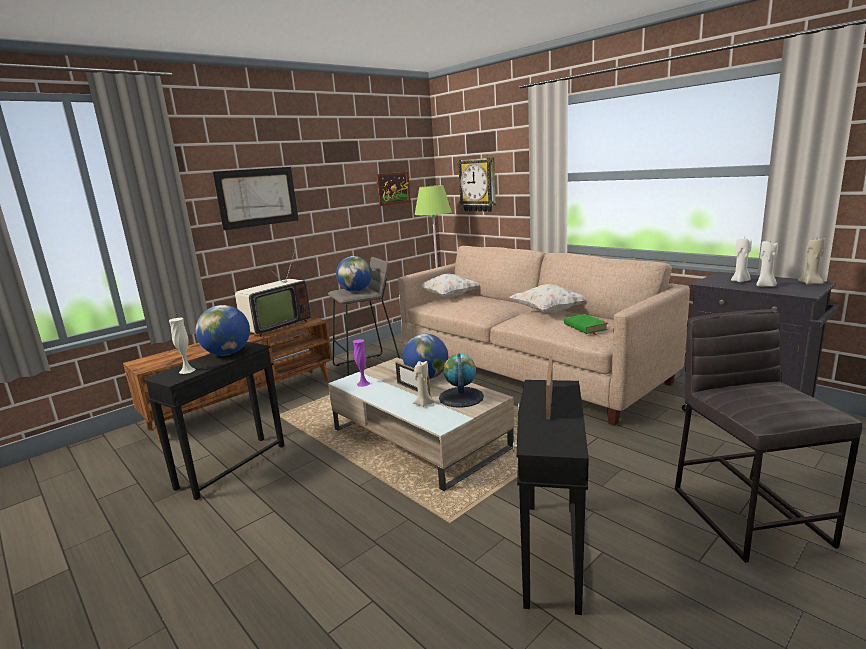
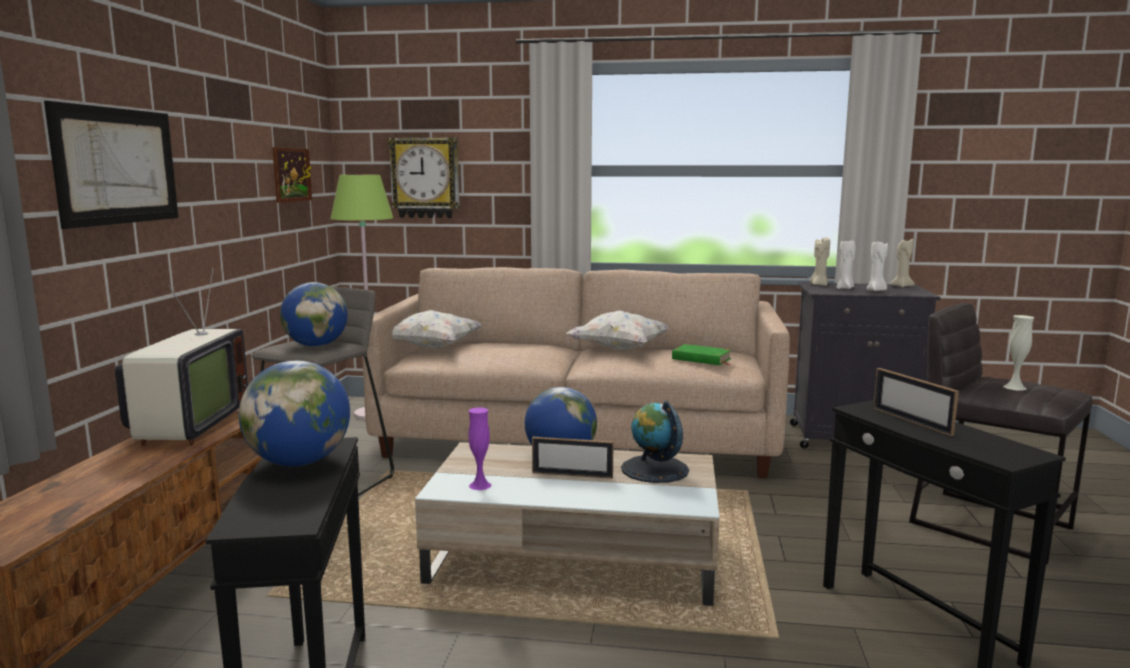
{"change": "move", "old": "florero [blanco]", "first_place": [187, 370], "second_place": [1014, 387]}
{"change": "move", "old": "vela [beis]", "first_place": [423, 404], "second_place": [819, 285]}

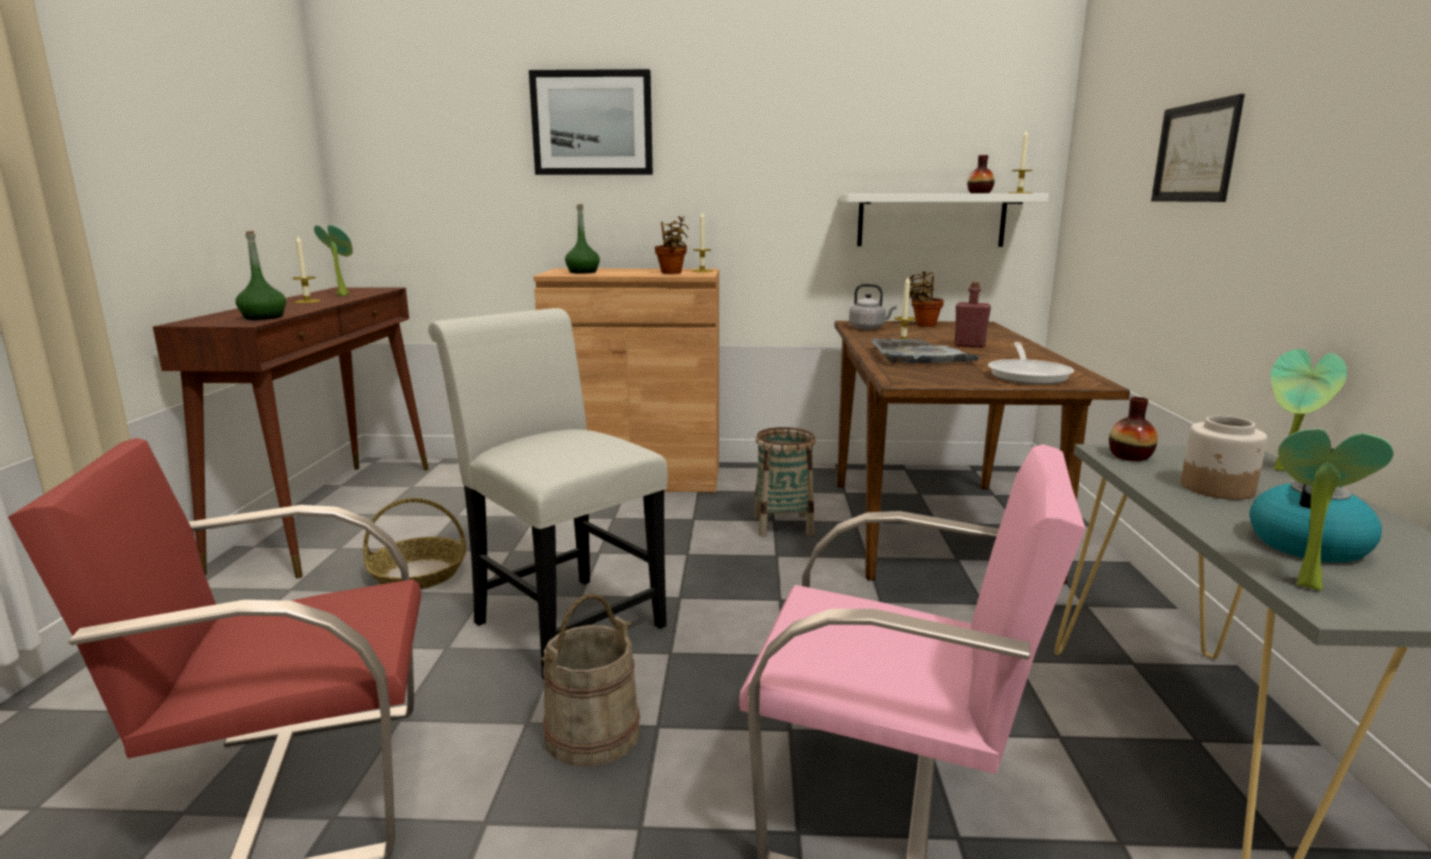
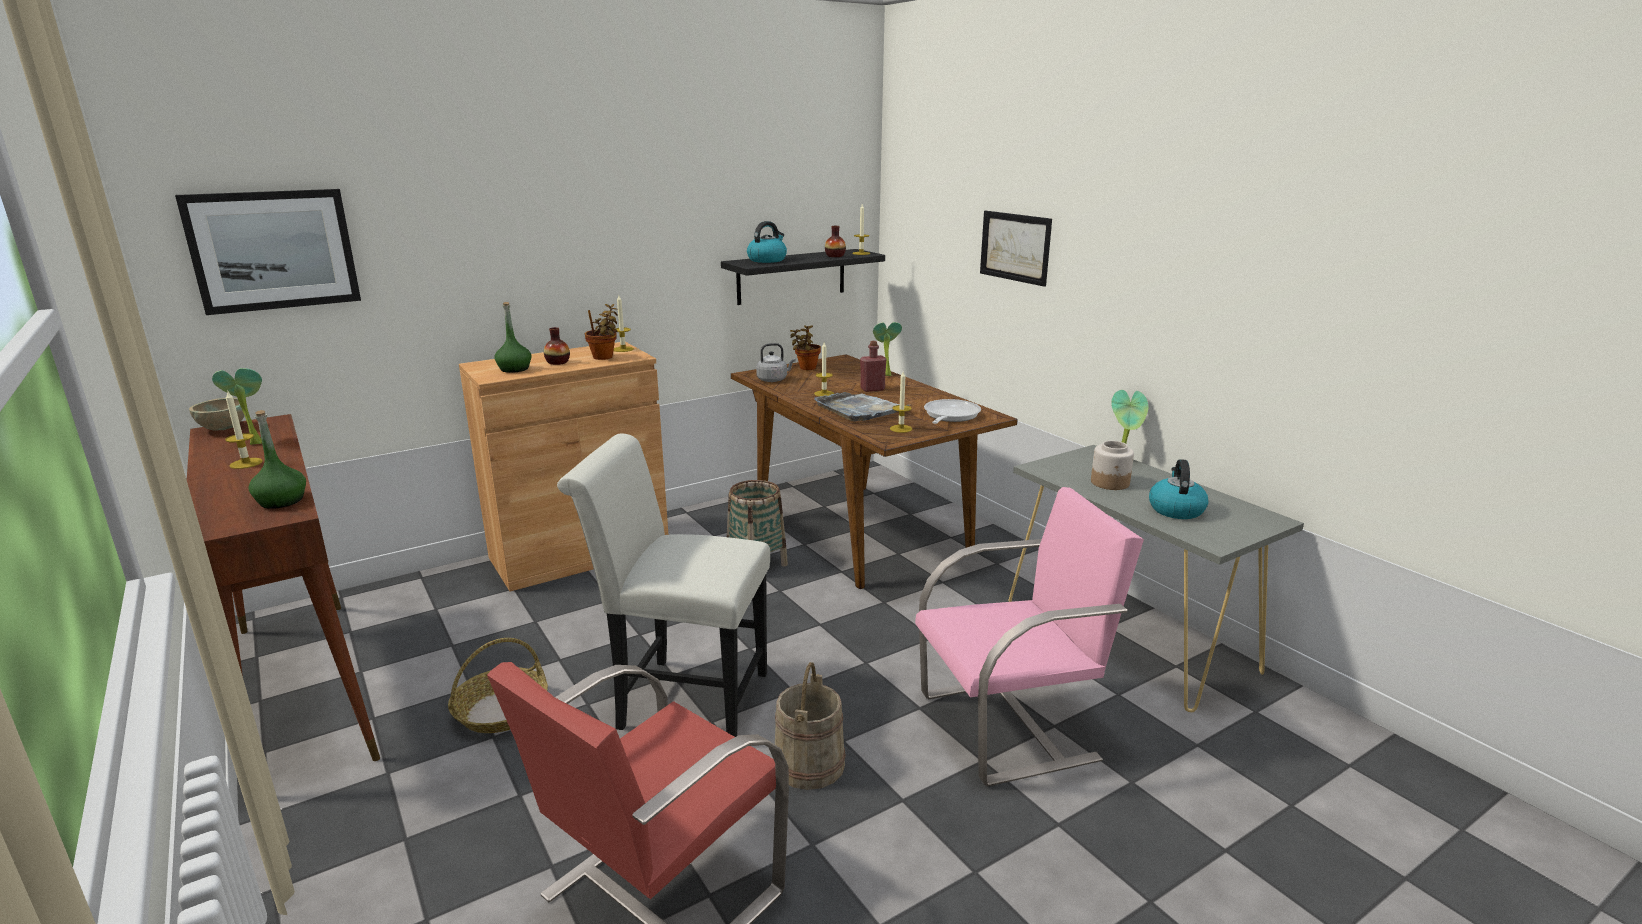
{"change": "move", "old": "cuadro", "first_place": [592, 123], "second_place": [273, 250]}
{"change": "recolor", "old": "estante [blanco]", "new": "estante [negro]", "first_place": [931, 220], "second_place": [791, 276]}
{"change": "rotate", "old": "sartén", "first_place": [1028, 375], "second_place": [949, 416], "degrees": -135}
{"change": "move", "old": "florero", "first_place": [1130, 456], "second_place": [558, 362]}
{"change": "move", "old": "planta en maceta", "first_place": [1301, 582], "second_place": [885, 375]}
{"change": "insert", "new": "hervidor", "second_place": [767, 260]}
{"change": "insert", "new": "vela", "second_place": [901, 429]}
{"change": "insert", "new": "cuenco [beis]", "second_place": [223, 429]}

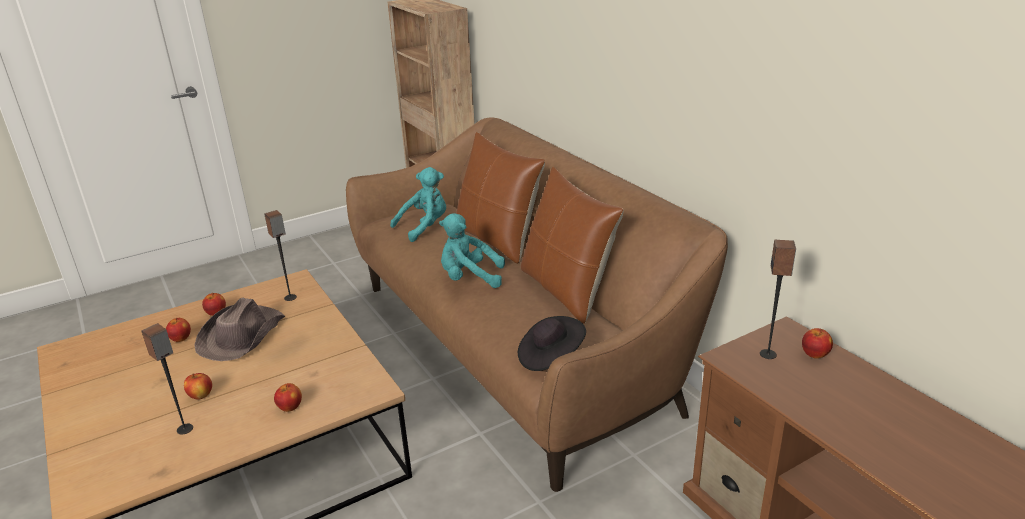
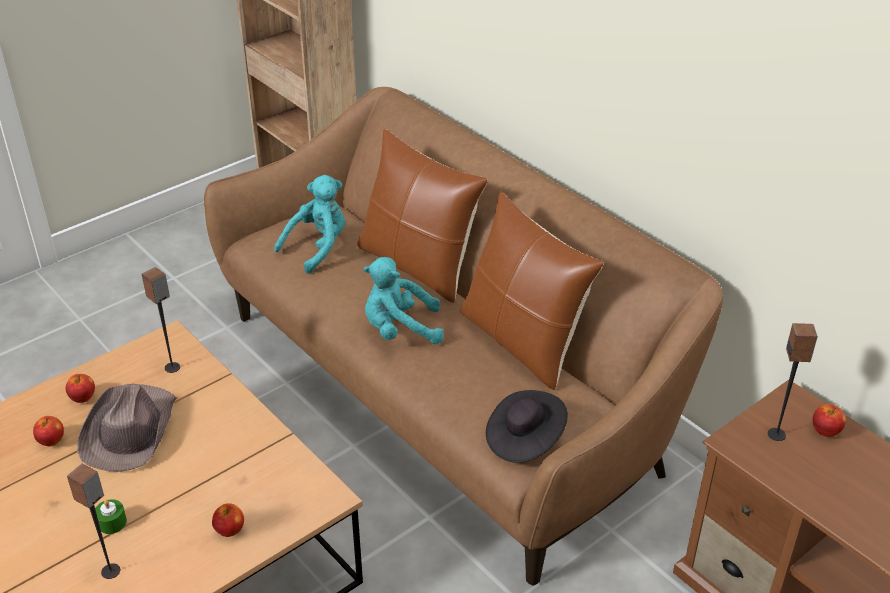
{"change": "replace", "old": "manzana", "new": "vela [verde]", "first_place": [201, 395], "second_place": [112, 522]}

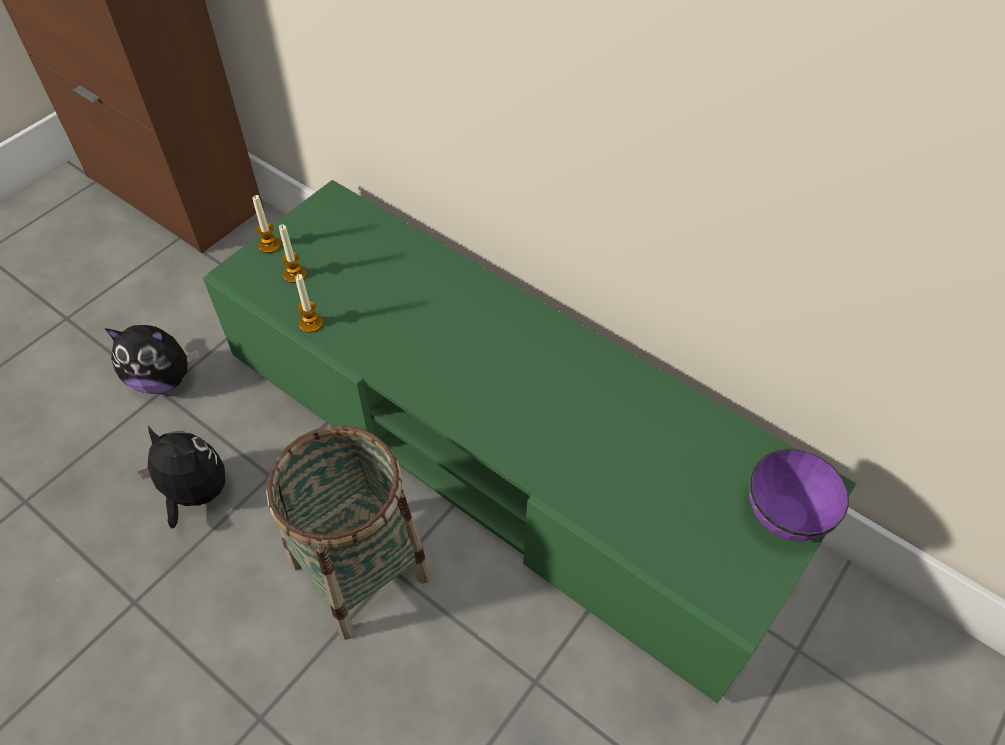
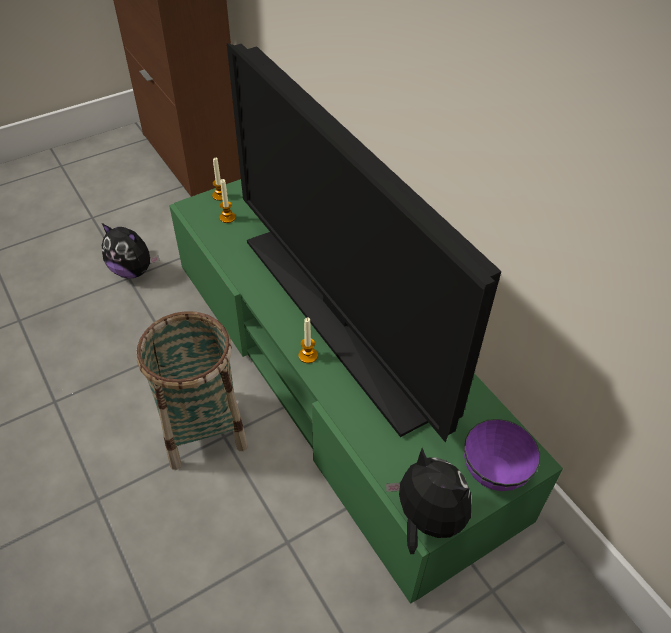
{"change": "move", "old": "vela", "first_place": [311, 323], "second_place": [308, 355]}
{"change": "move", "old": "peluche", "first_place": [194, 494], "second_place": [426, 520]}
{"change": "insert", "new": "televisor", "second_place": [339, 320]}

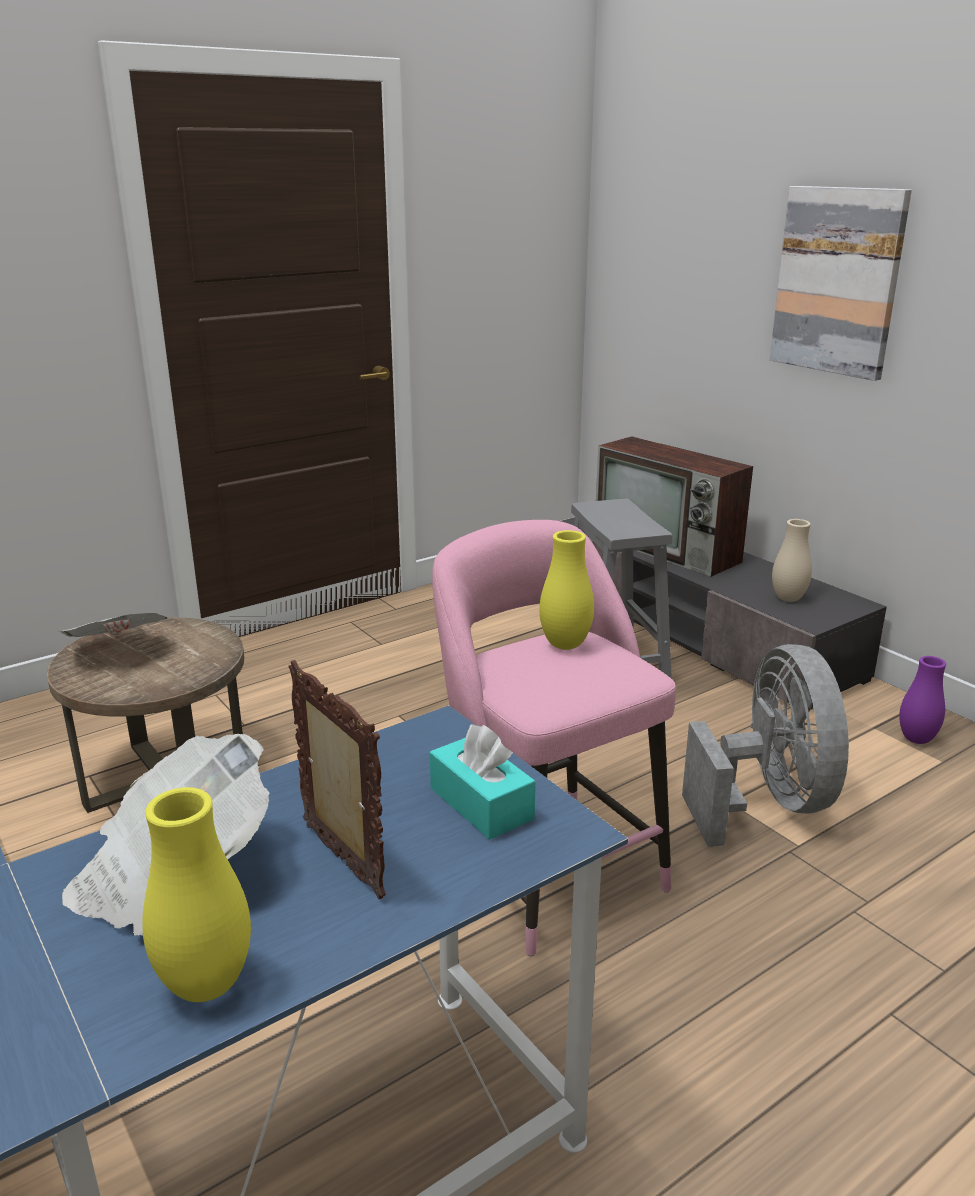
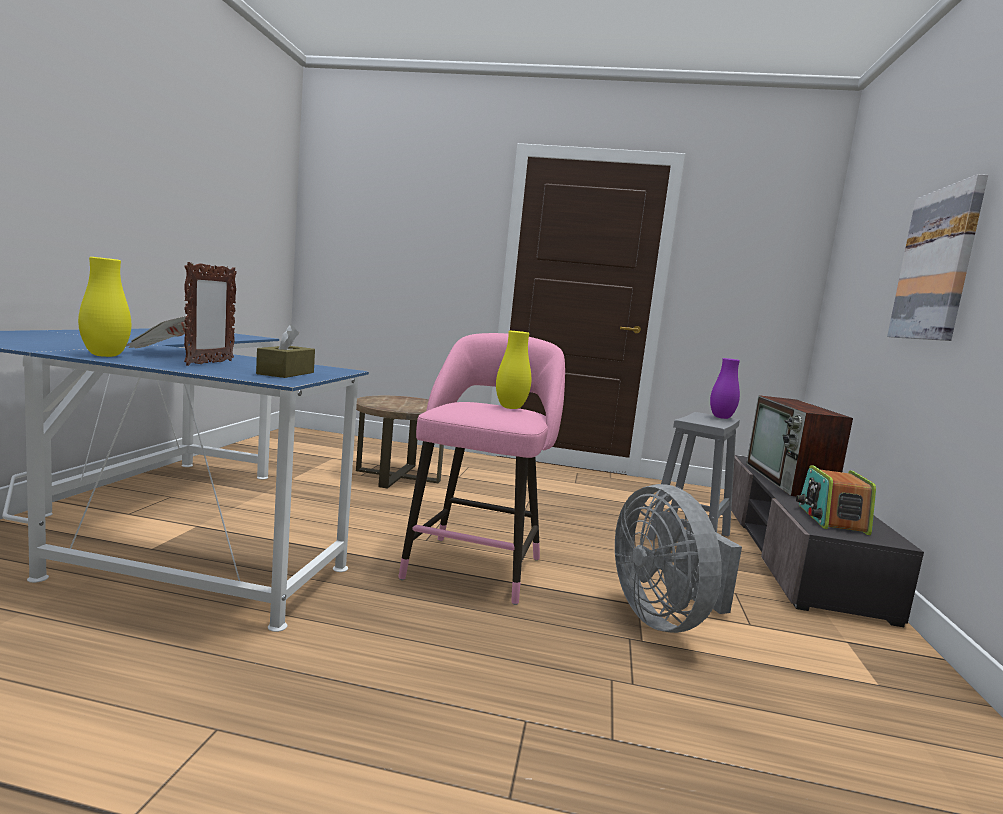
{"change": "replace", "old": "florero [beis]", "new": "radio", "first_place": [788, 599], "second_place": [831, 519]}
{"change": "delete", "old": "periódico", "first_place": [119, 650]}
{"change": "rotate", "old": "ventilador [gris]", "first_place": [767, 802], "second_place": [664, 618], "degrees": 120}
{"change": "move", "old": "florero [morado]", "first_place": [916, 739], "second_place": [721, 417]}
{"change": "recolor", "old": "caja de pañuelos [turquesa]", "new": "caja de pañuelos [marrón]", "first_place": [481, 803], "second_place": [286, 373]}

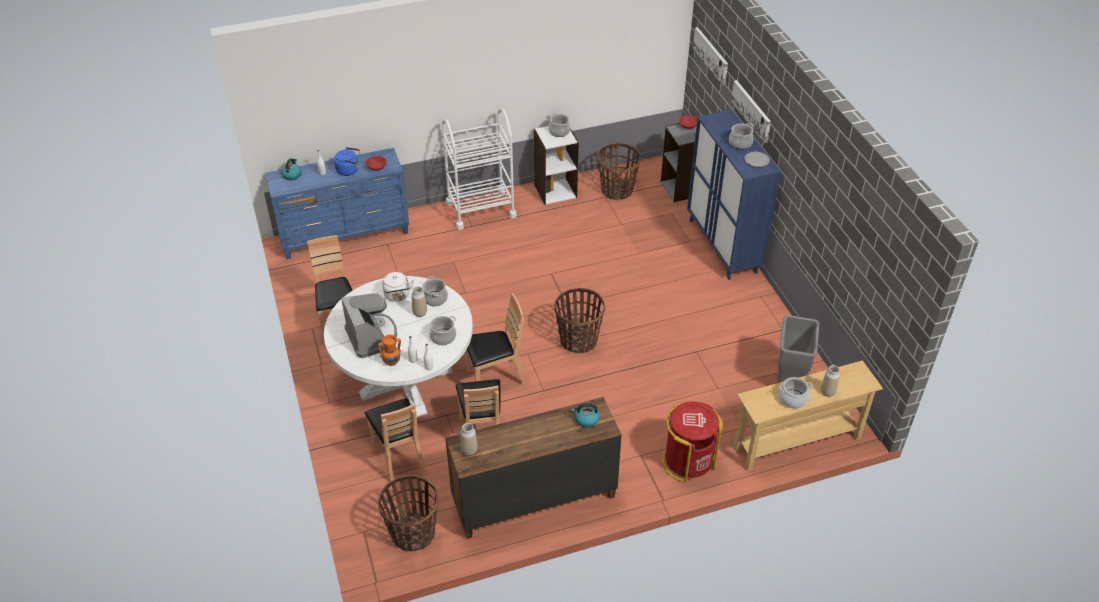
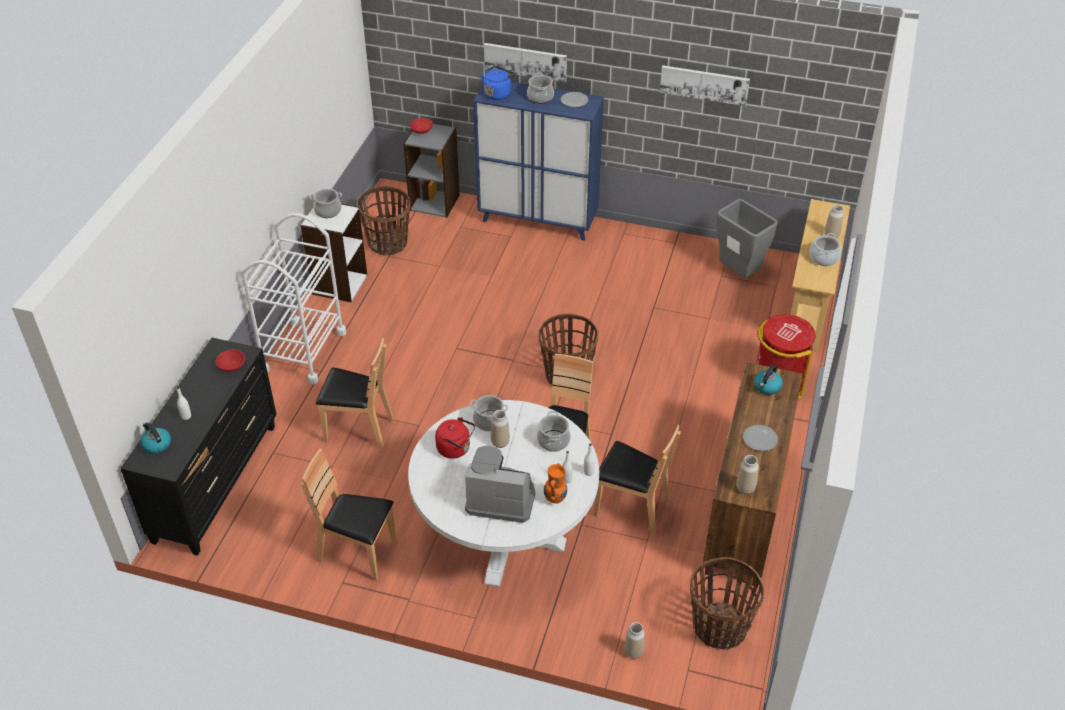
{"change": "move", "old": "cuadro", "first_place": [711, 55], "second_place": [704, 84]}
{"change": "move", "old": "hervidor [azul]", "first_place": [349, 170], "second_place": [498, 93]}
{"change": "recolor", "old": "cómoda [azul]", "new": "cómoda [negro]", "first_place": [345, 235], "second_place": [217, 482]}
{"change": "recolor", "old": "hervidor [blanco]", "new": "hervidor [rojo]", "first_place": [397, 296], "second_place": [456, 449]}
{"change": "move", "old": "silla [marrón]", "first_place": [399, 457], "second_place": [358, 429]}
{"change": "insert", "new": "plato", "second_place": [760, 439]}
{"change": "insert", "new": "florero", "second_place": [633, 652]}

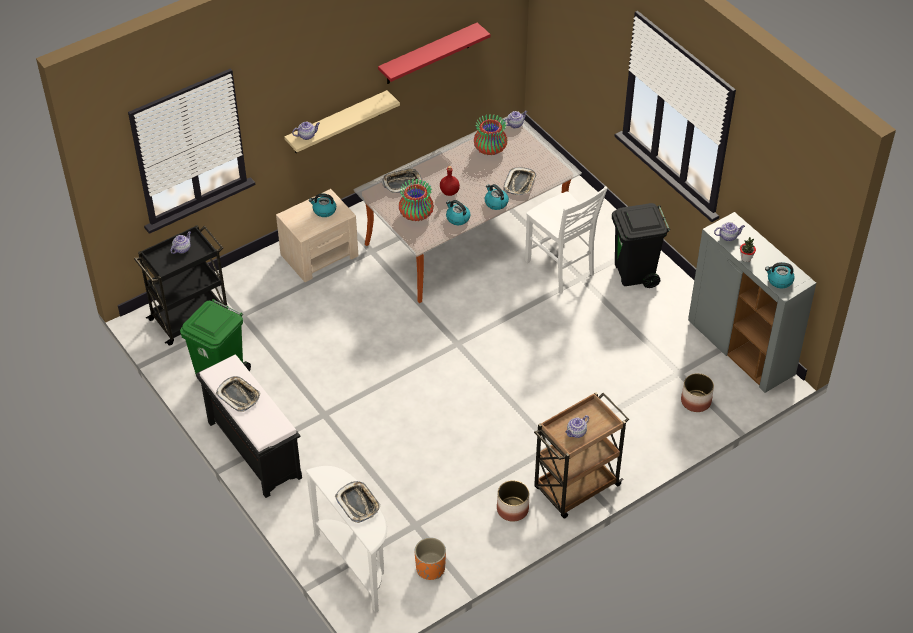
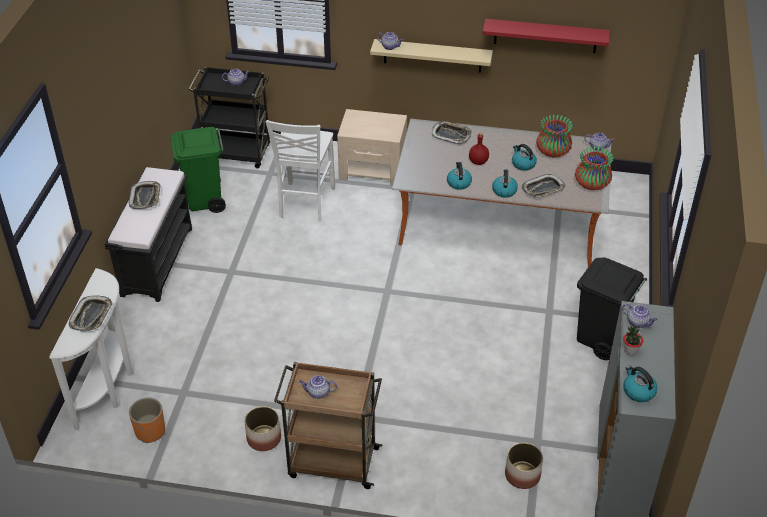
{"change": "move", "old": "florero", "first_place": [416, 214], "second_place": [591, 184]}
{"change": "move", "old": "silla [blanco]", "first_place": [561, 268], "second_place": [305, 203]}
{"change": "move", "old": "hervidor", "first_place": [324, 210], "second_place": [523, 164]}

